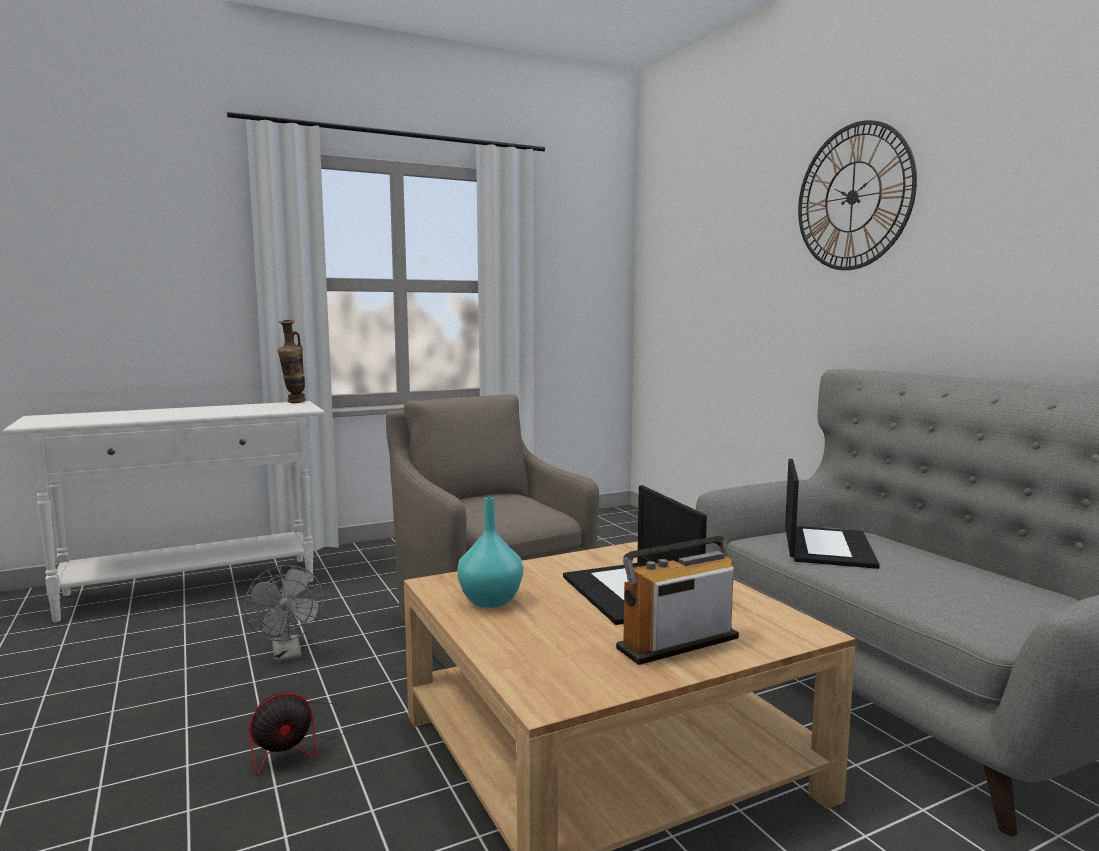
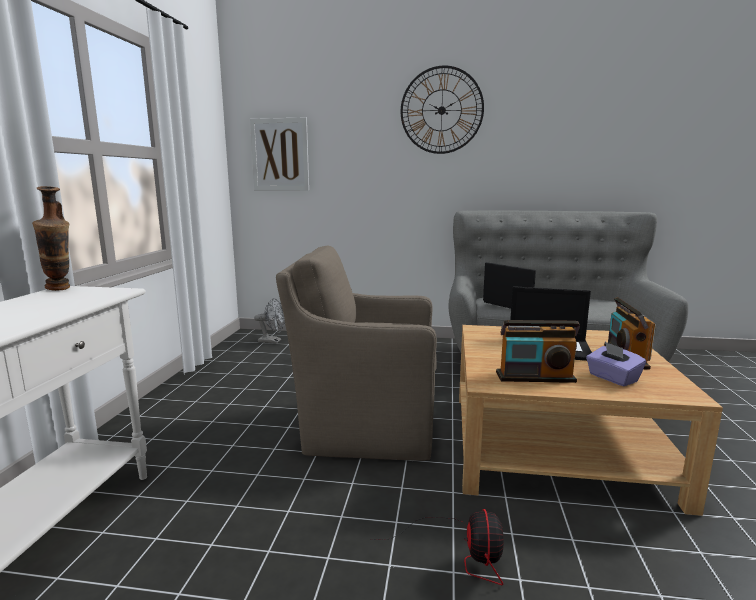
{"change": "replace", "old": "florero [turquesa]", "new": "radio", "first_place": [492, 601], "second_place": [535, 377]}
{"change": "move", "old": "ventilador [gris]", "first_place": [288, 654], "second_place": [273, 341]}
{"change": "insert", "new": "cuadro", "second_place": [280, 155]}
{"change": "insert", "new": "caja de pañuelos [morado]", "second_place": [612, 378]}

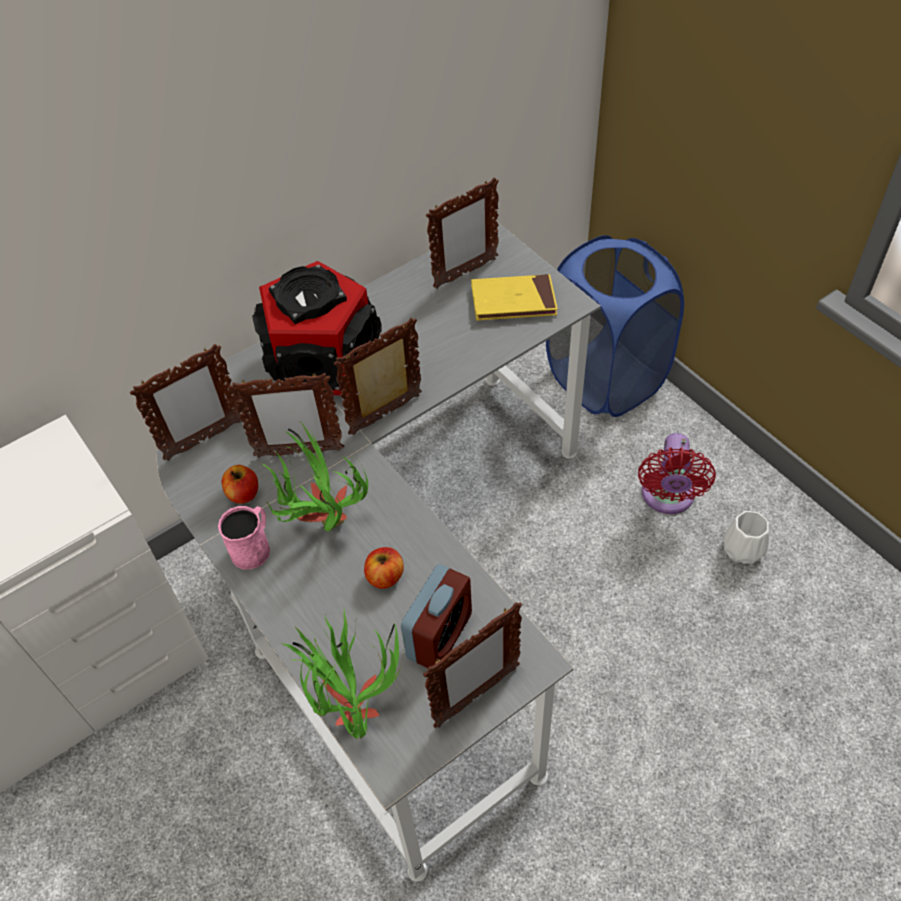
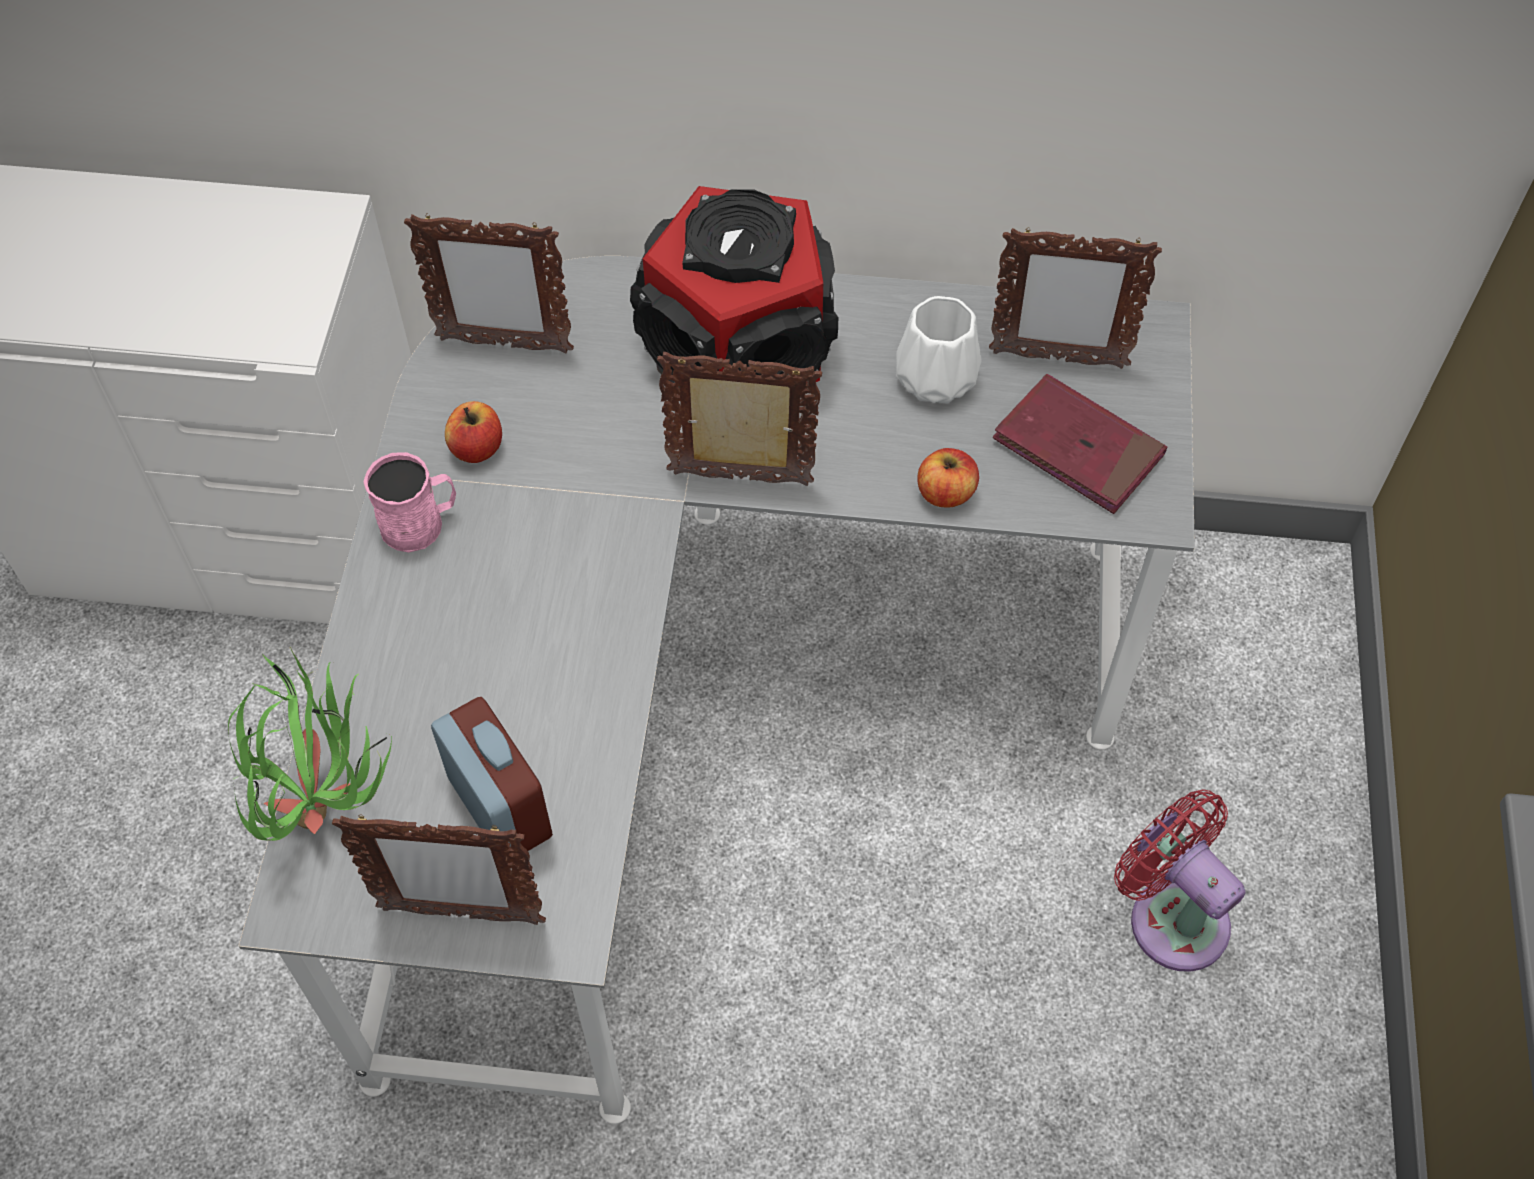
{"change": "delete", "old": "cesto de la ropa [azul]", "first_place": [605, 379]}
{"change": "recolor", "old": "libro [amarillo]", "new": "libro [rojo]", "first_place": [513, 301], "second_place": [1078, 448]}
{"change": "delete", "old": "portarretratos", "first_place": [298, 453]}
{"change": "delete", "old": "planta en maceta", "first_place": [322, 523]}
{"change": "rotate", "old": "ventilador [rojo]", "first_place": [667, 497], "second_place": [1171, 915], "degrees": 90}
{"change": "move", "old": "florero [blanco]", "first_place": [743, 550], "second_place": [934, 379]}
{"change": "move", "old": "manzana", "first_place": [385, 576], "second_place": [945, 493]}
{"change": "rotate", "old": "despertador", "first_place": [439, 636], "second_place": [500, 807], "degrees": -105}

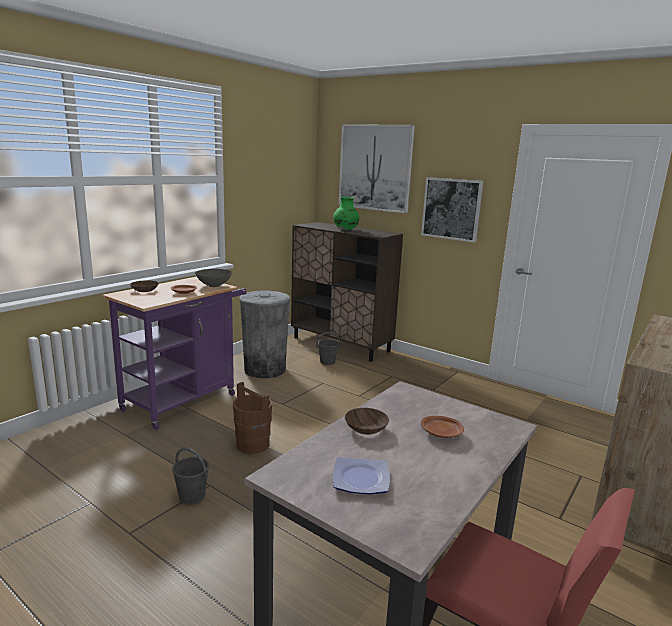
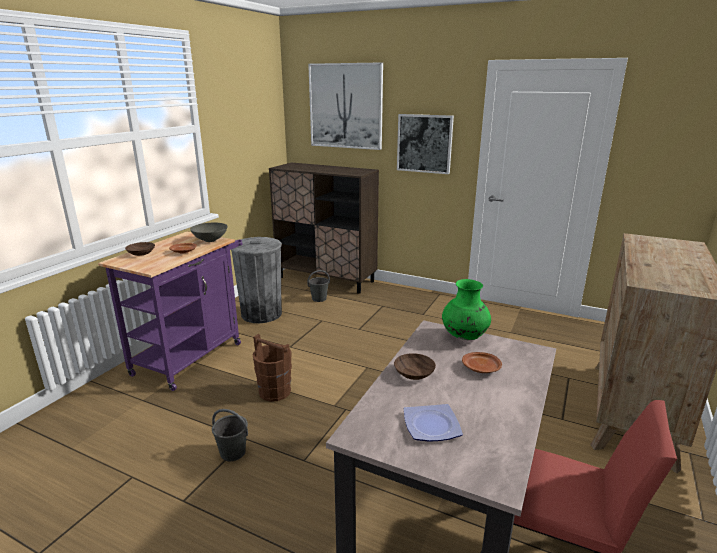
{"change": "move", "old": "florero [verde]", "first_place": [345, 229], "second_place": [464, 337]}

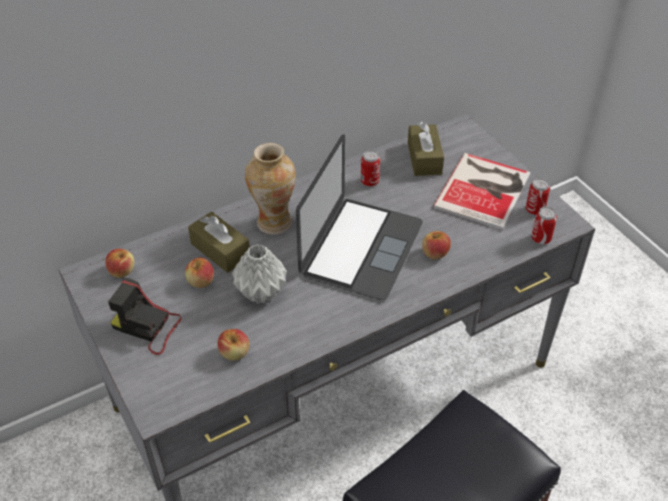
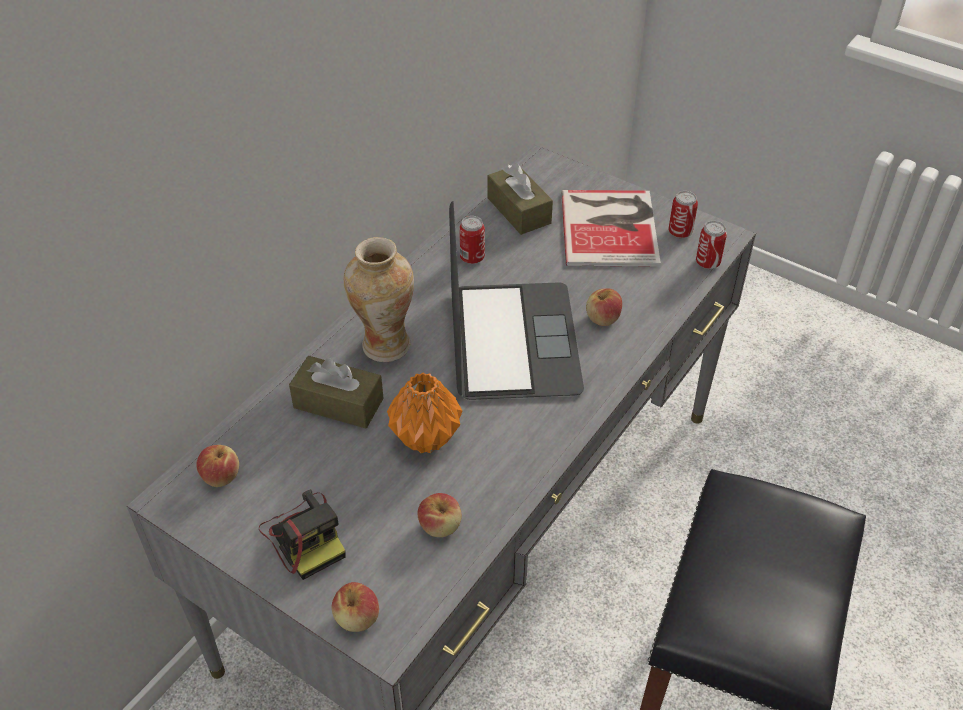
{"change": "recolor", "old": "florero [gris]", "new": "florero [naranja]", "first_place": [262, 293], "second_place": [426, 438]}
{"change": "move", "old": "manzana", "first_place": [201, 281], "second_place": [357, 618]}
{"change": "rotate", "old": "cámara", "first_place": [148, 327], "second_place": [305, 536], "degrees": -120}

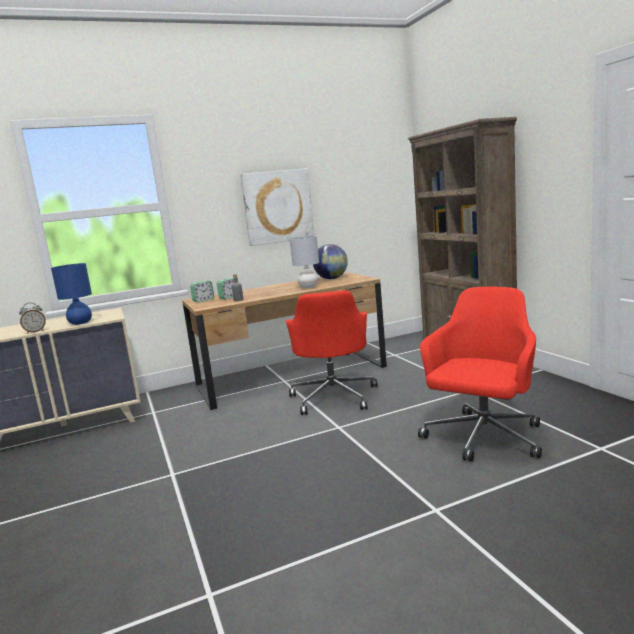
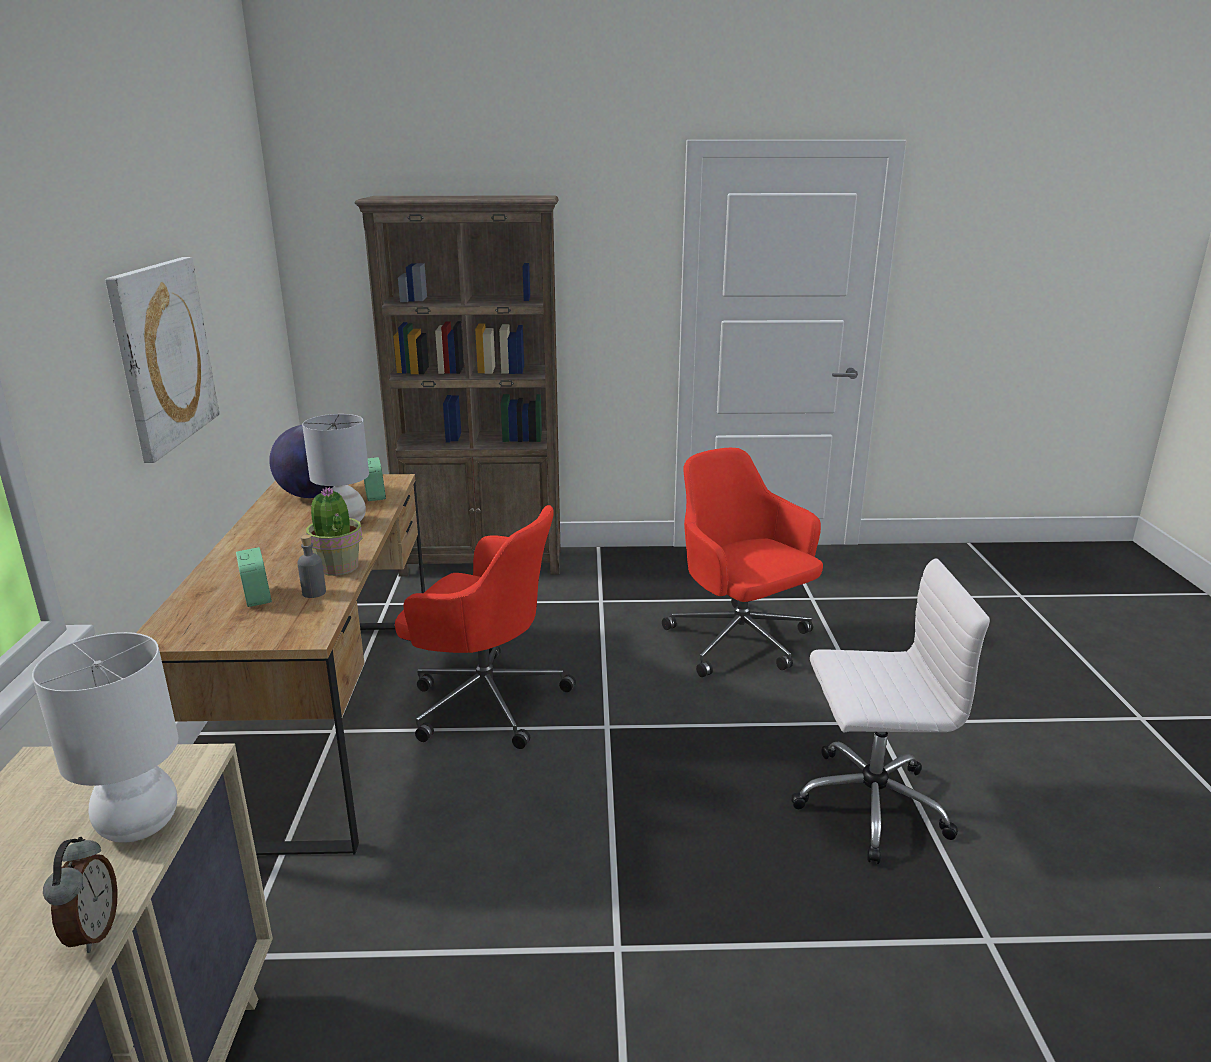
{"change": "recolor", "old": "lámpara de mesa [azul]", "new": "lámpara de mesa [blanco]", "first_place": [80, 323], "second_place": [138, 826]}
{"change": "move", "old": "despertador", "first_place": [203, 300], "second_place": [375, 495]}
{"change": "insert", "new": "planta en maceta", "second_place": [338, 567]}
{"change": "insert", "new": "silla de oficina [blanco]", "second_place": [867, 804]}

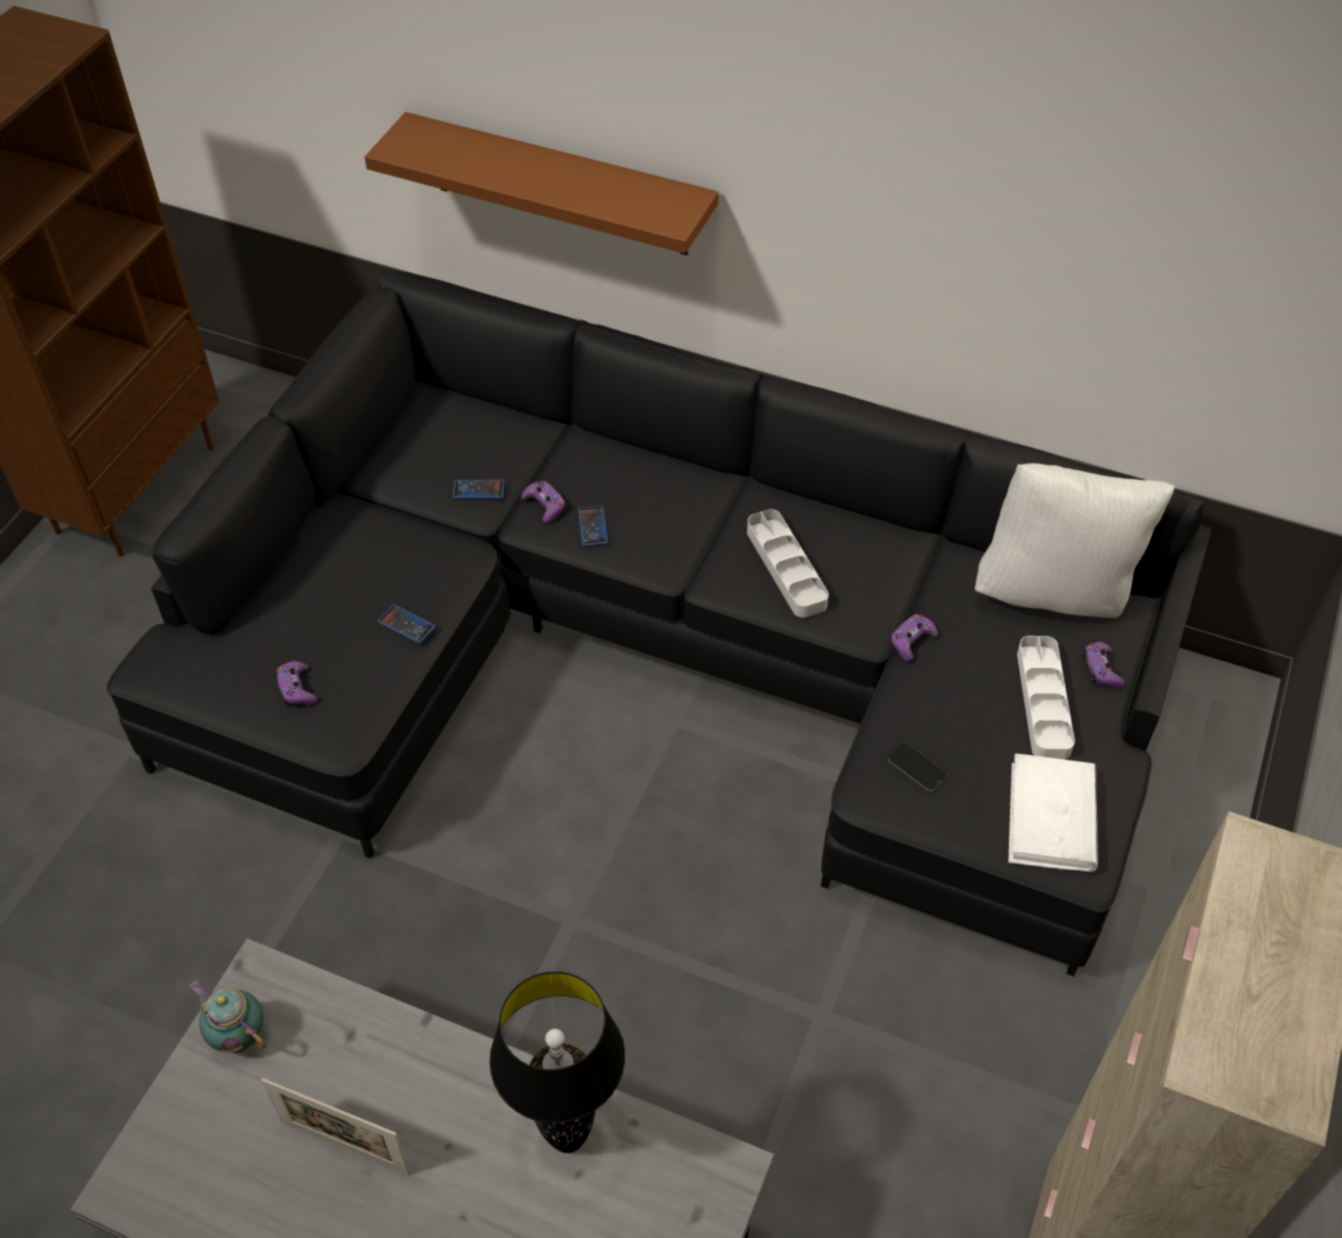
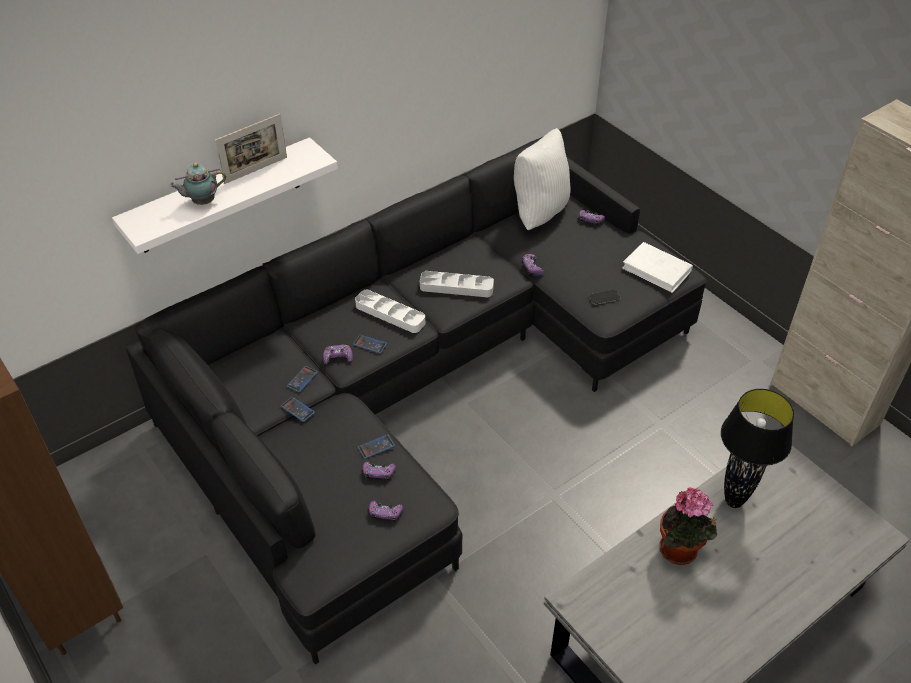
{"change": "recolor", "old": "estante [marrón]", "new": "estante [blanco]", "first_place": [560, 185], "second_place": [219, 196]}
{"change": "move", "old": "bandeja [blanco]", "first_place": [1043, 702], "second_place": [390, 314]}
{"change": "move", "old": "tetera", "first_place": [237, 1034], "second_place": [202, 202]}
{"change": "move", "old": "portarretratos", "first_place": [345, 1147], "second_place": [256, 170]}
{"change": "insert", "new": "móvil", "second_place": [297, 409]}
{"change": "insert", "new": "mando de consola [morado]", "second_place": [379, 472]}
{"change": "insert", "new": "planta en maceta", "second_place": [680, 552]}

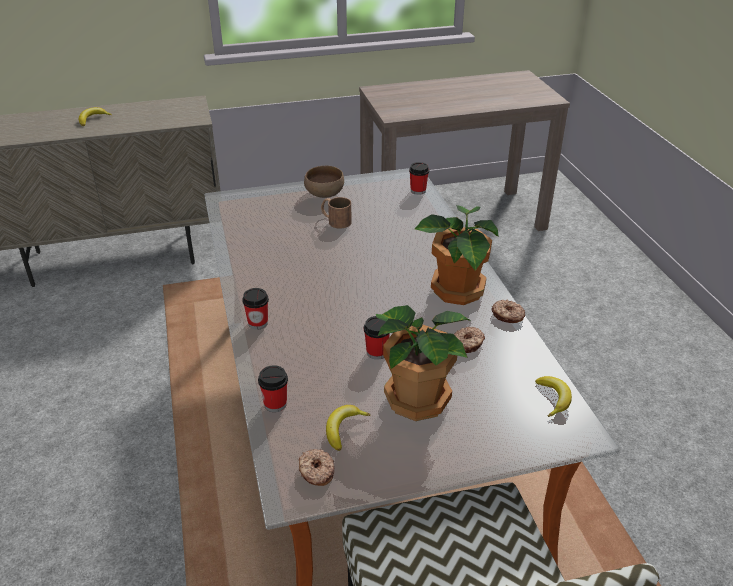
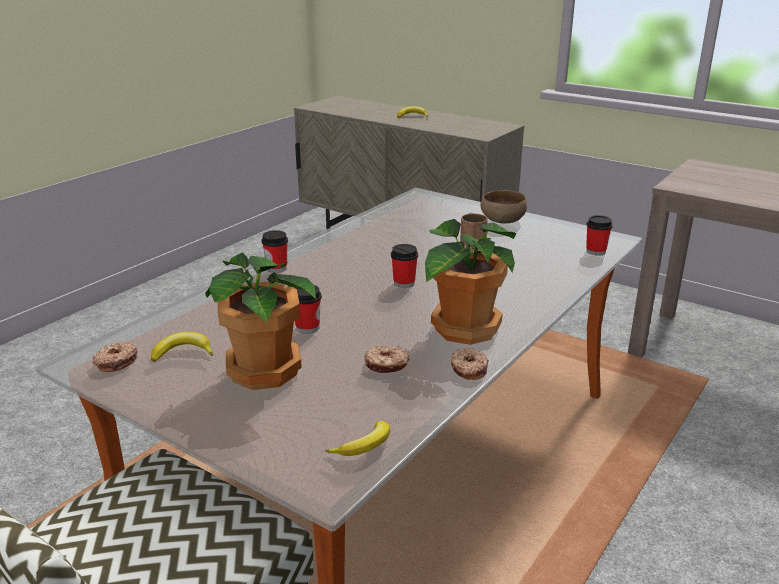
{"change": "move", "old": "taza", "first_place": [275, 404], "second_place": [404, 283]}

